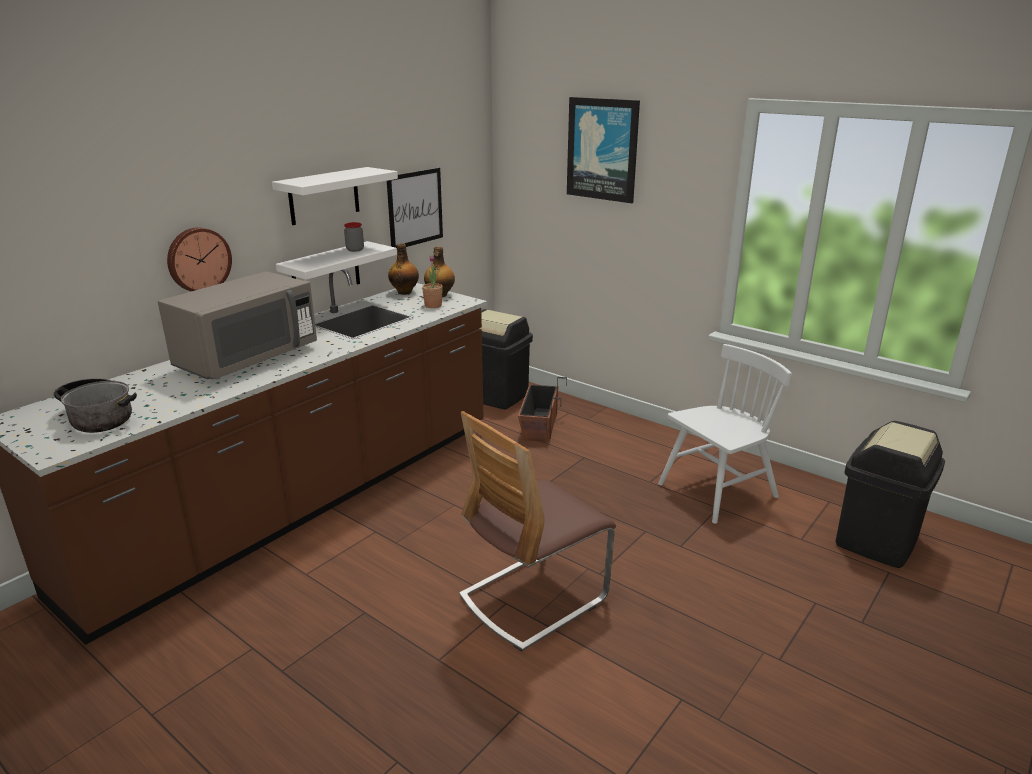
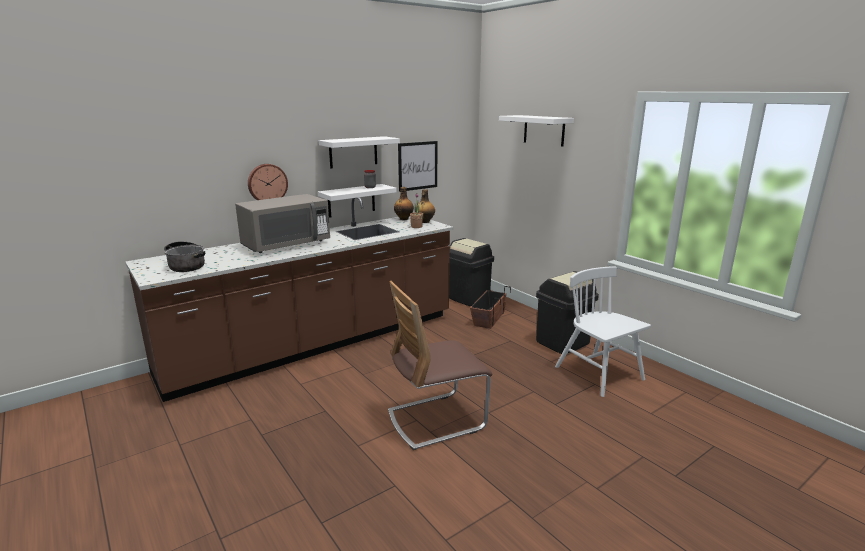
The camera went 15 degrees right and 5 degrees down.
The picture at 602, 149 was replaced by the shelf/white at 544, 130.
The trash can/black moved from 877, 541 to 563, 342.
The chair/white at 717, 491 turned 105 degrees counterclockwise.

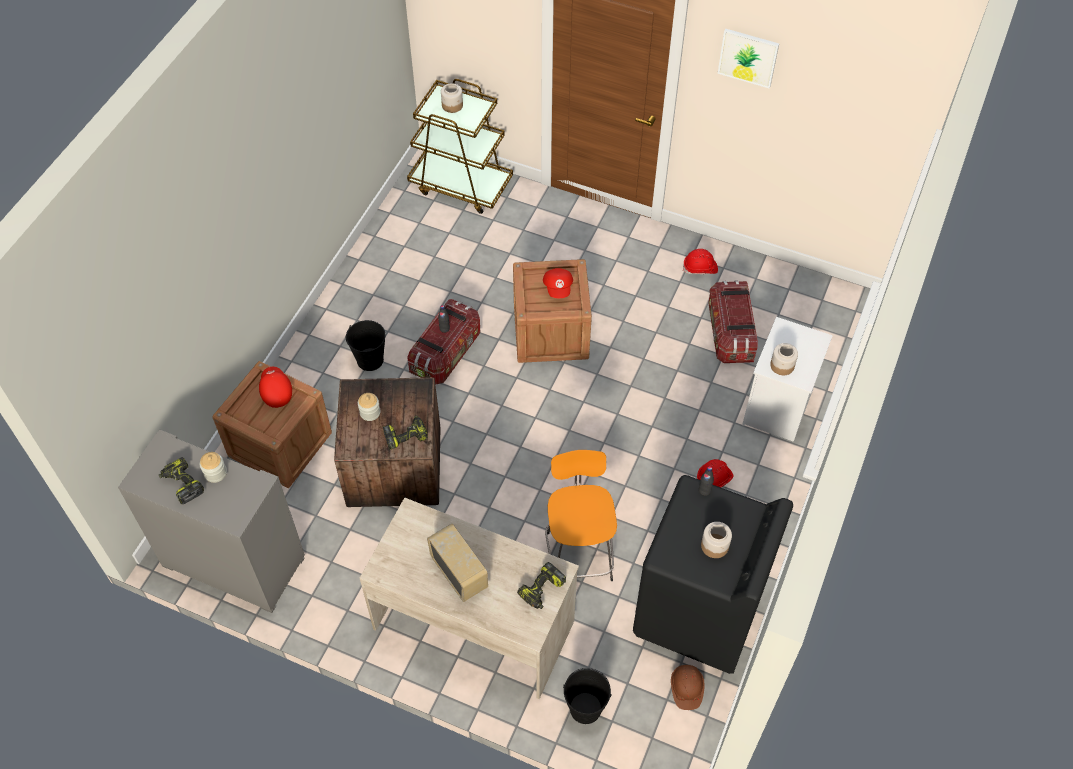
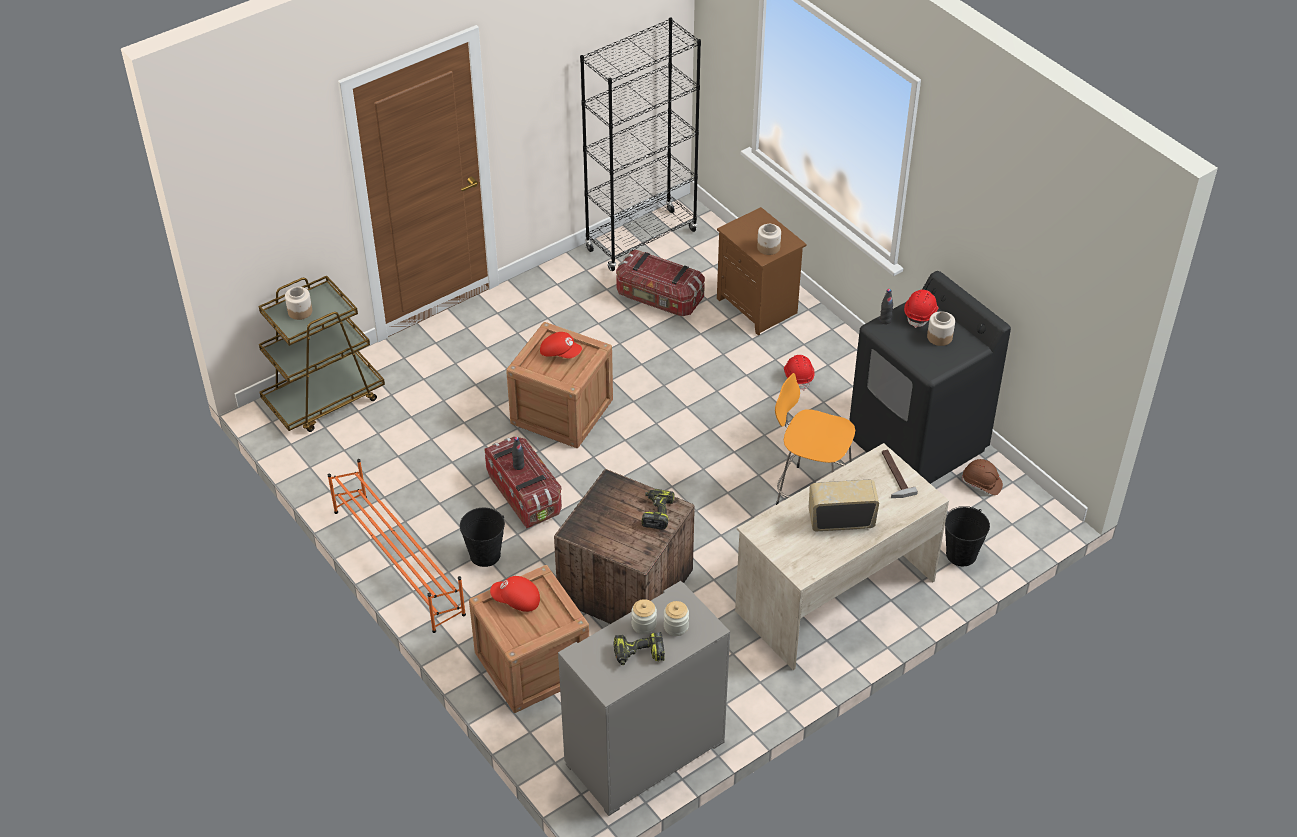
The camera went 60 degrees left and 10 degrees down.
The shoe rack/orange at 398, 561 appeared.
The bookcase/black at 641, 240 appeared.
The jar moved from 370, 412 to 676, 626.
The nightstand/white at 778, 409 became the nightstand/brown at 759, 306.
The power drill at 542, 590 was replaced by the hammer at 892, 475.
The hard hat/red moved from 700, 268 to 921, 314.
The picture at 748, 57 disappeared.

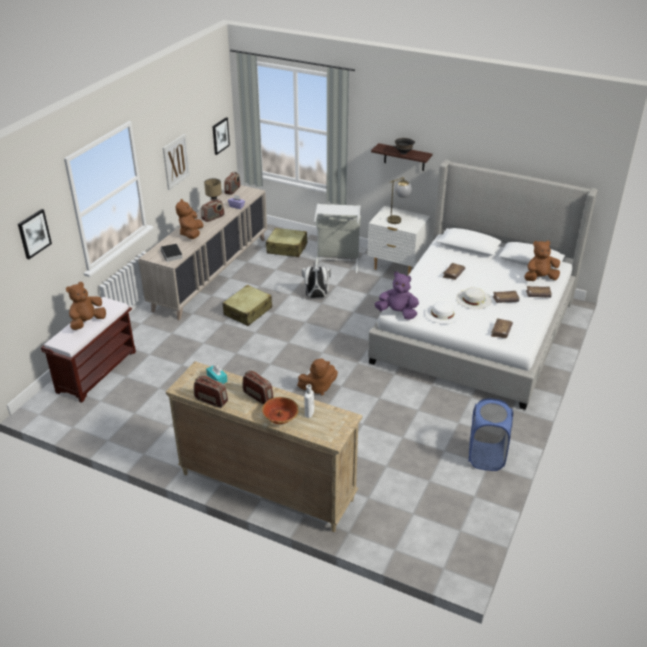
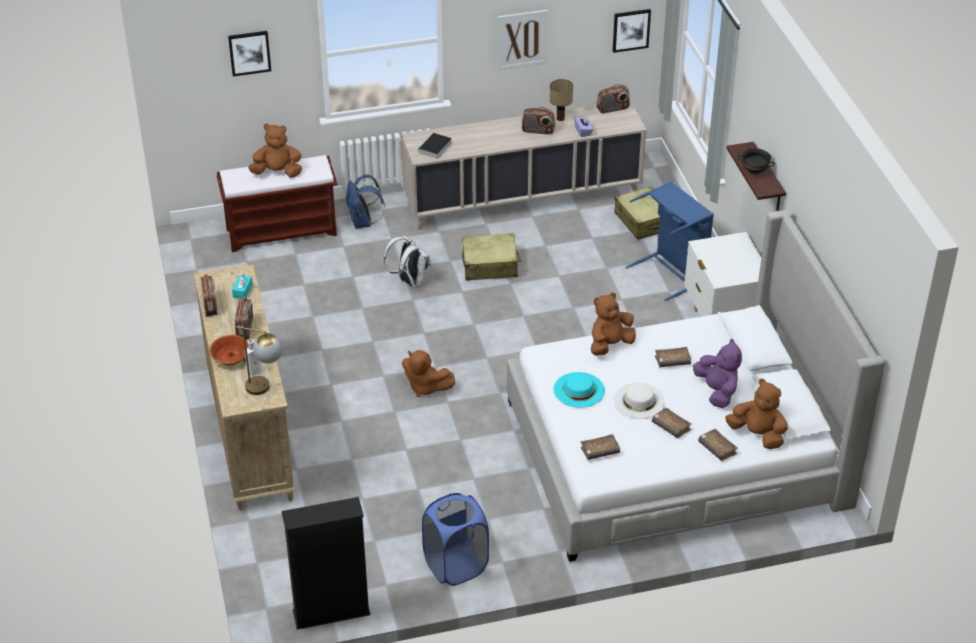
The camera went 50 degrees right and 5 degrees up.
The table lamp moved from 398, 219 to 266, 388.
The bookcase/black at 331, 613 appeared.
The backpack/blue at 363, 222 appeared.
The backpack/white moved from 316, 296 to 410, 281.
The hat/white at 442, 313 became the hat/turquoise at 579, 389.
The plush toy/brown moved from 191, 234 to 610, 345.
The laundry basket/grey at 337, 261 became the laundry basket/blue at 672, 272.
The plush toy/purple moved from 397, 313 to 717, 391.

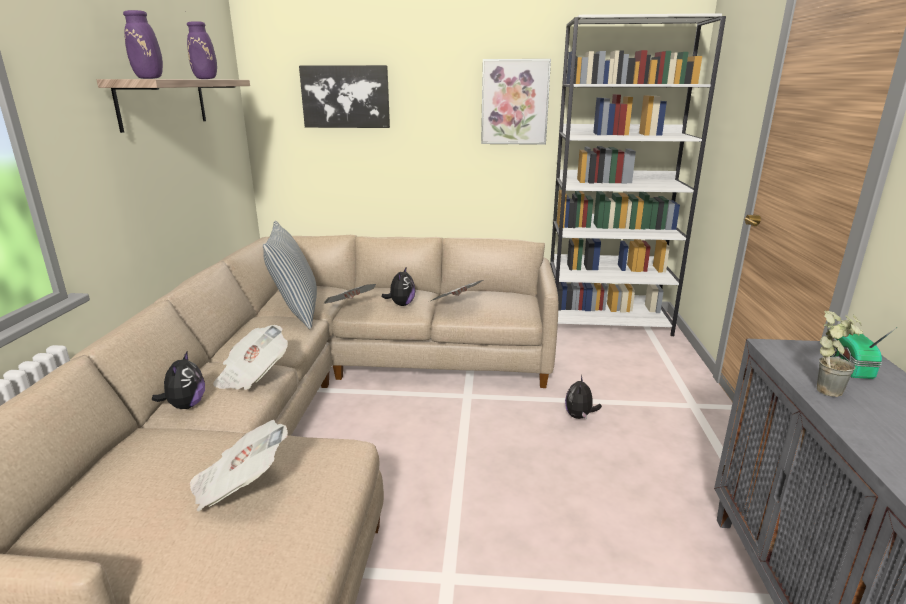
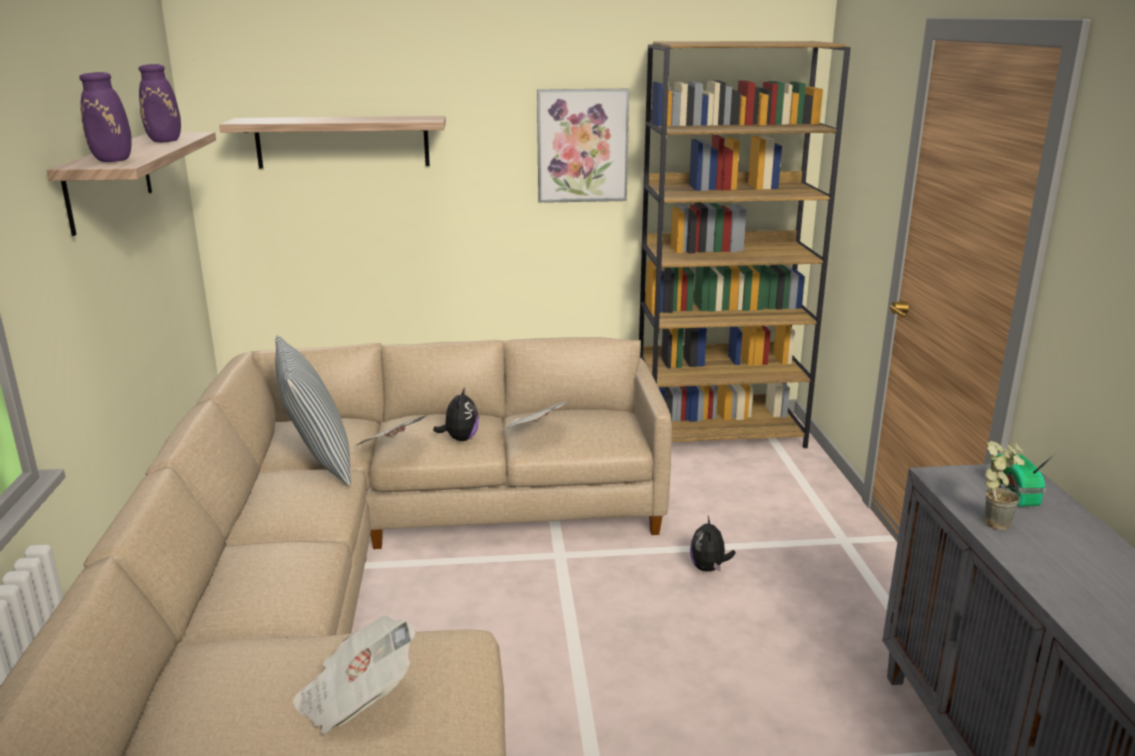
The camera went 10 degrees left and 0 degrees up.
The picture at 345, 97 was replaced by the shelf at 342, 142.
The bookcase/white at 607, 321 became the bookcase/brown at 720, 433.
The plush toy at 185, 405 disappeared.
The newspaper at 252, 375 disappeared.

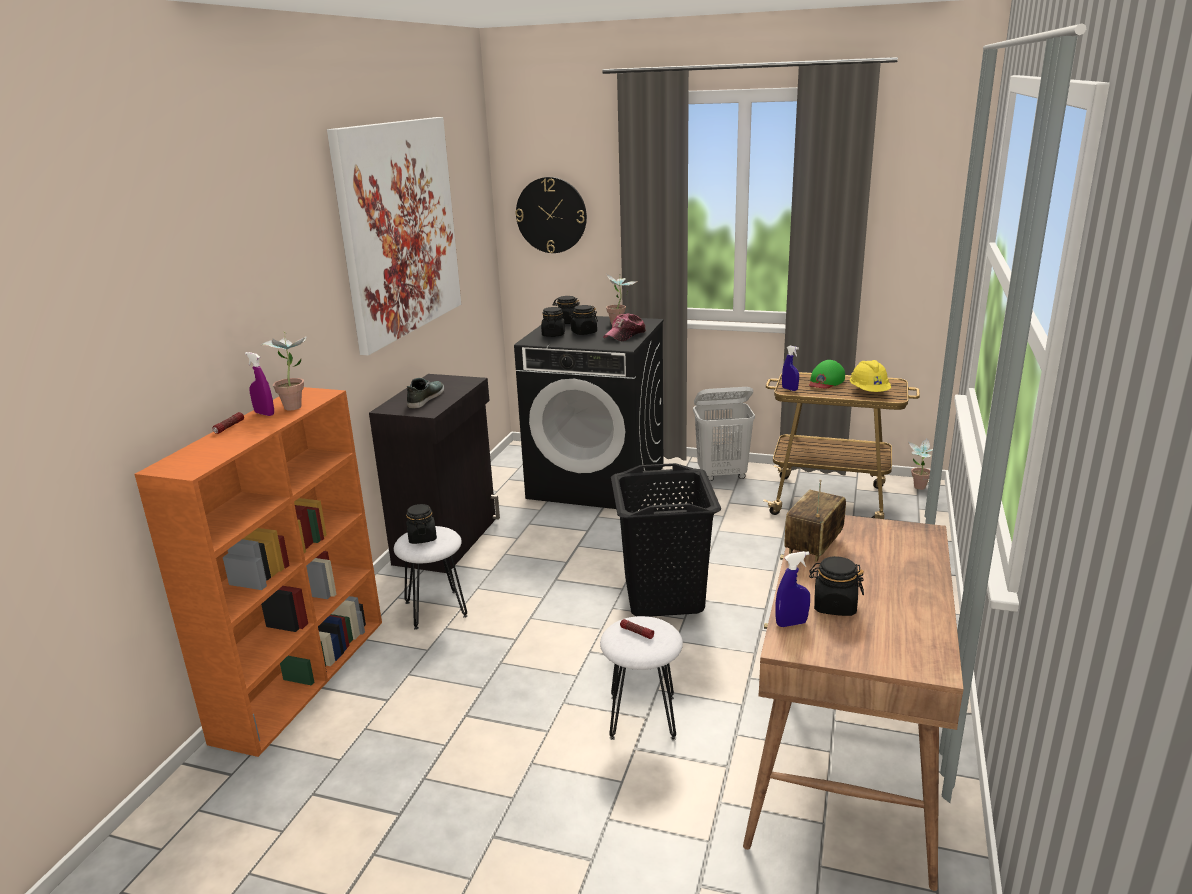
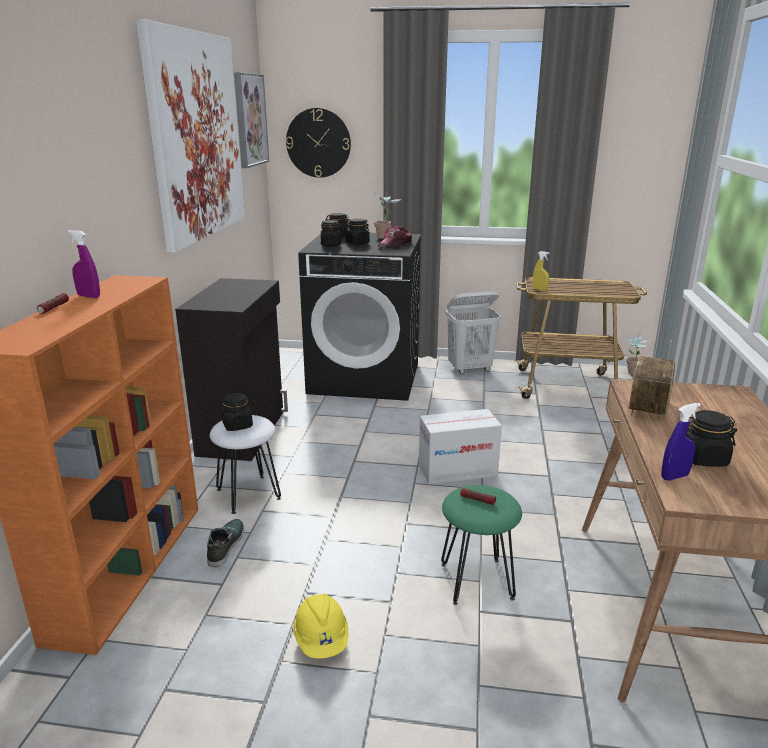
The camera went 10 degrees left and 0 degrees up.
The shoe moved from 425, 398 to 225, 545.
The picture at 250, 120 appeared.
The hard hat/yellow moved from 869, 392 to 321, 640.
The laundry basket/black at 664, 596 was replaced by the cardboard box at 457, 470.
The stool/white at 642, 716 became the stool/green at 476, 580.
The spray bottle/blue at 789, 389 became the spray bottle/yellow at 539, 289.
The potted plant at 296, 405 disappeared.
The cap/green at 825, 381 disappeared.

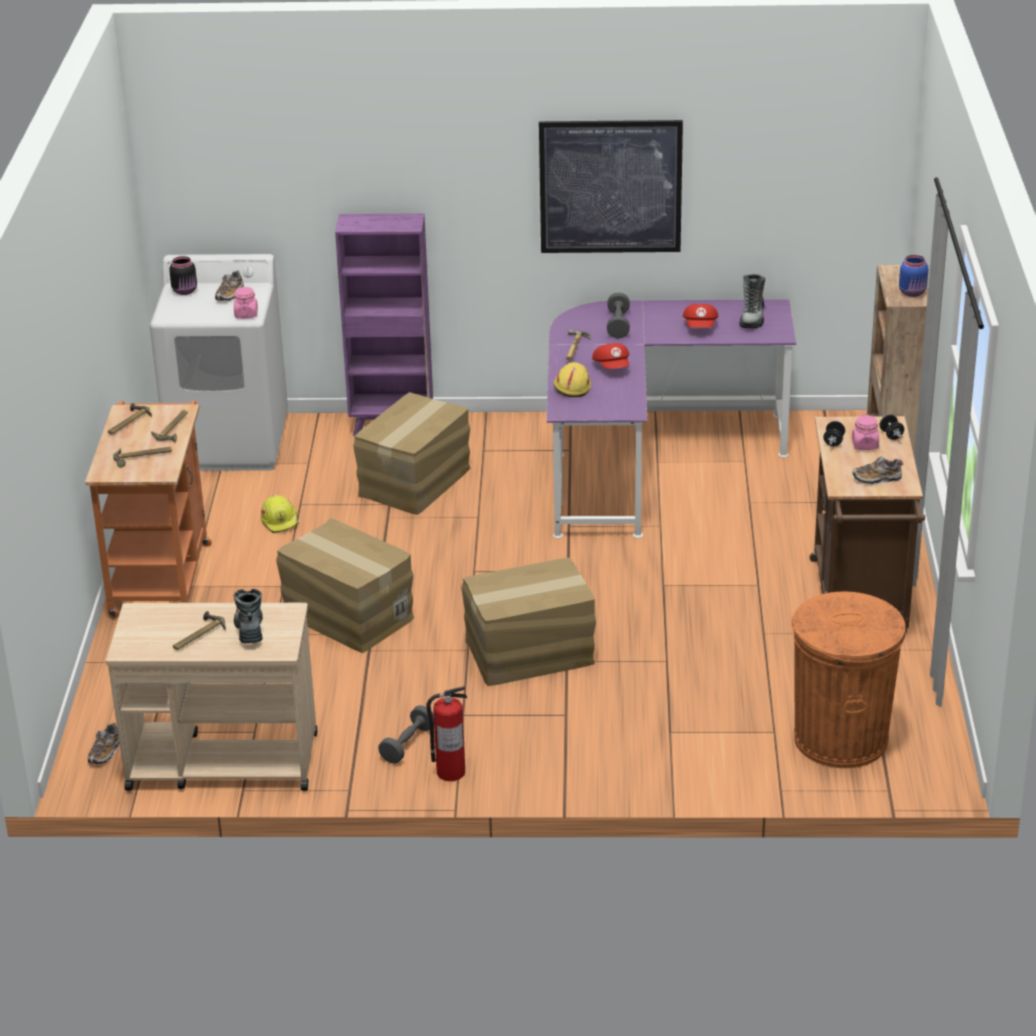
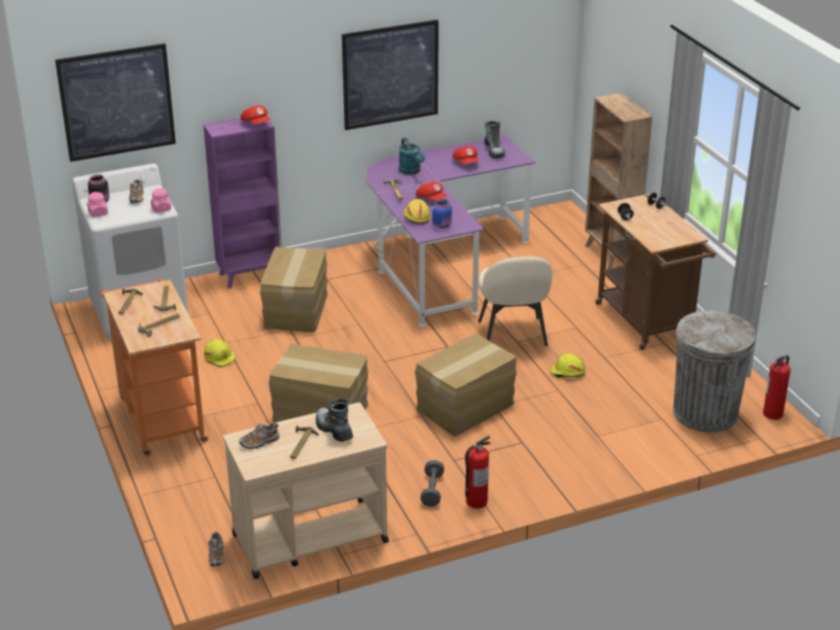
The camera went 25 degrees left and 0 degrees up.
The picture at 117, 102 appeared.
The jar/pink moved from 865, 445 to 98, 213.
The shoe moved from 877, 479 to 259, 442.
The cap/red at 256, 123 appeared.
The dumbbell/grey at 618, 325 was replaced by the watering can/turquoise at 411, 171.
The jar/blue moved from 913, 293 to 442, 225.
The chair/beige at 512, 334 appeared.
The hard hat/yellow at 567, 373 appeared.
The trash can/orange at 841, 739 became the trash can/grey at 705, 413.
The fire extinguisher at 773, 413 appeared.

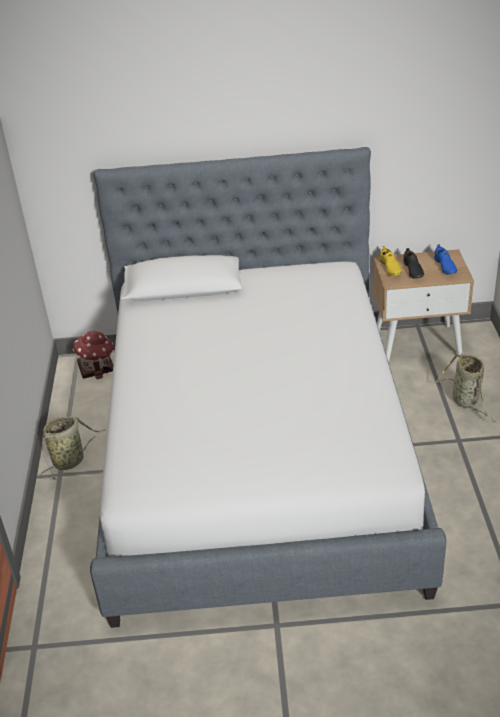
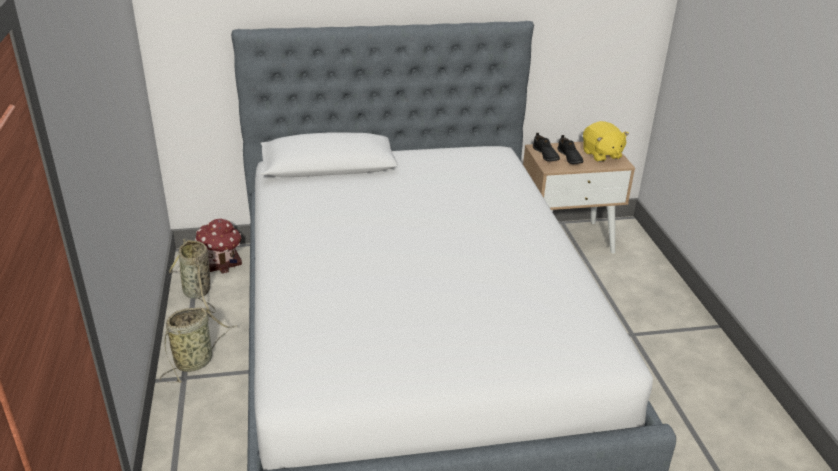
The camera went 10 degrees left and 5 degrees down.
The basket moved from 466, 401 to 198, 293.
The shoe/yellow at 390, 268 became the shoe/black at 545, 155.
The shoe/blue at 444, 266 was replaced by the plush toy/yellow at 601, 155.

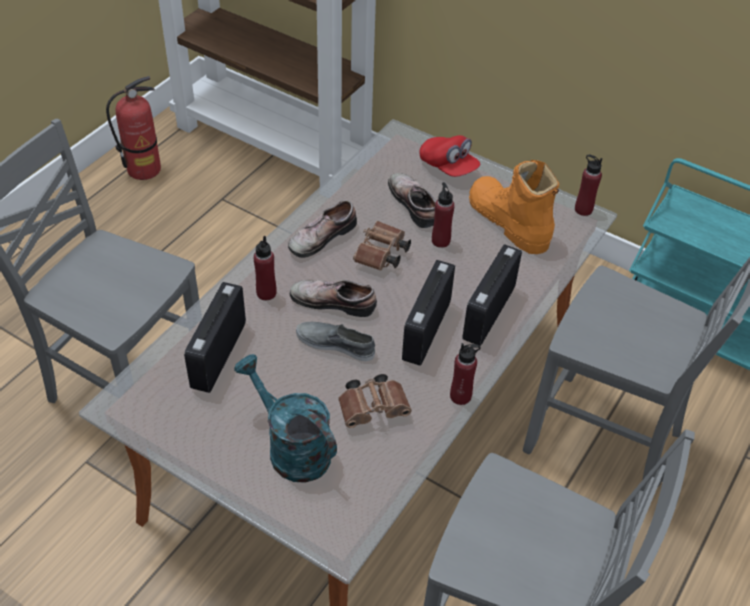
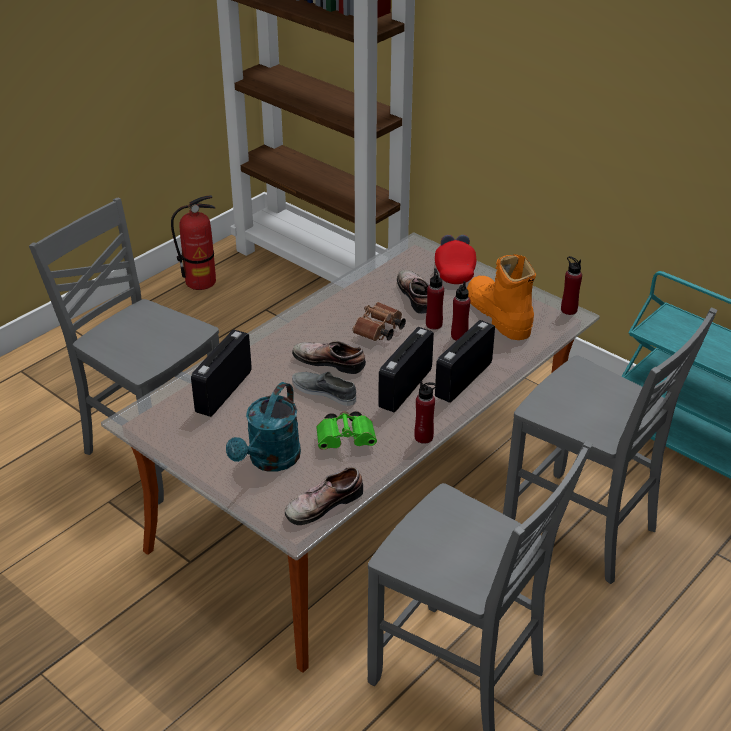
The camera went 10 degrees right and 10 degrees down.
The watering can/turquoise at 291, 448 turned 120 degrees counterclockwise.
The shoe moved from 320, 236 to 322, 503.
The binoculars/brown at 375, 409 became the binoculars/green at 347, 440.
The cap/red at 448, 167 turned 150 degrees counterclockwise.
The bottle/red moved from 266, 293 to 459, 336.

